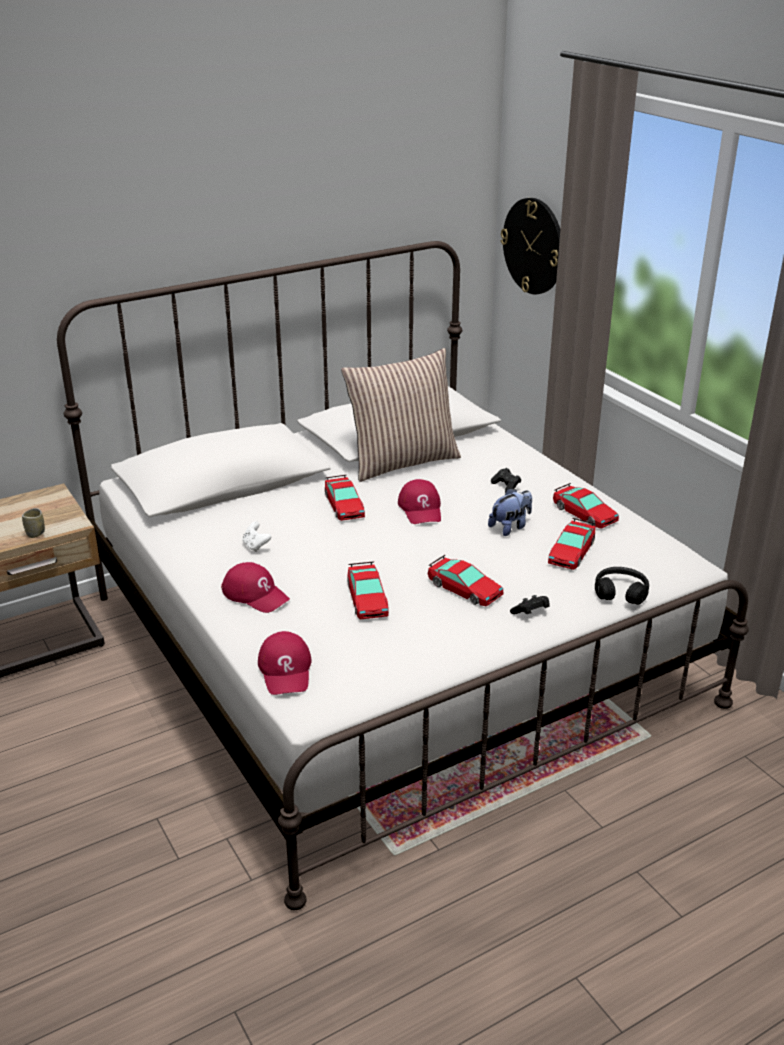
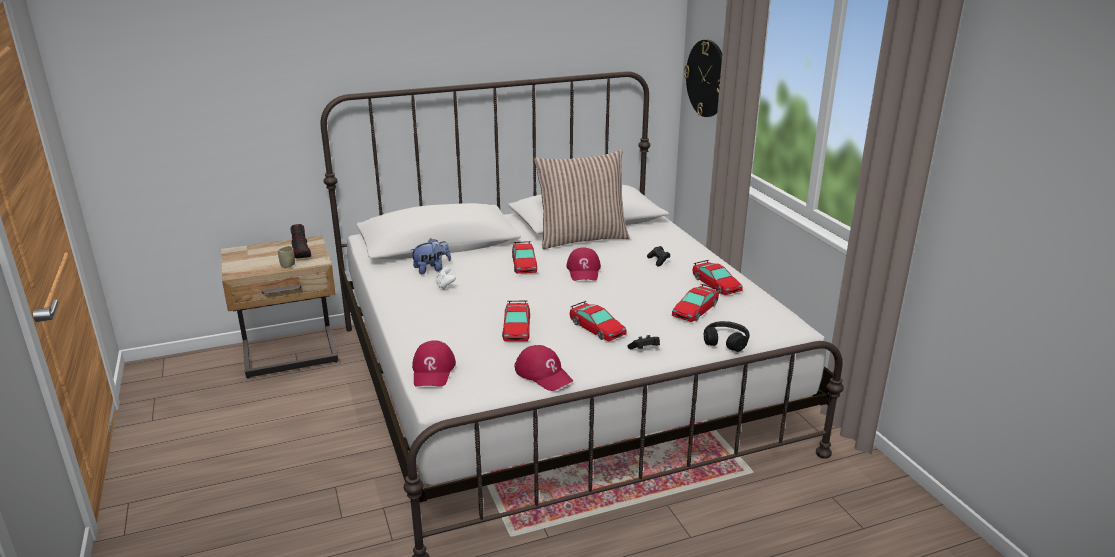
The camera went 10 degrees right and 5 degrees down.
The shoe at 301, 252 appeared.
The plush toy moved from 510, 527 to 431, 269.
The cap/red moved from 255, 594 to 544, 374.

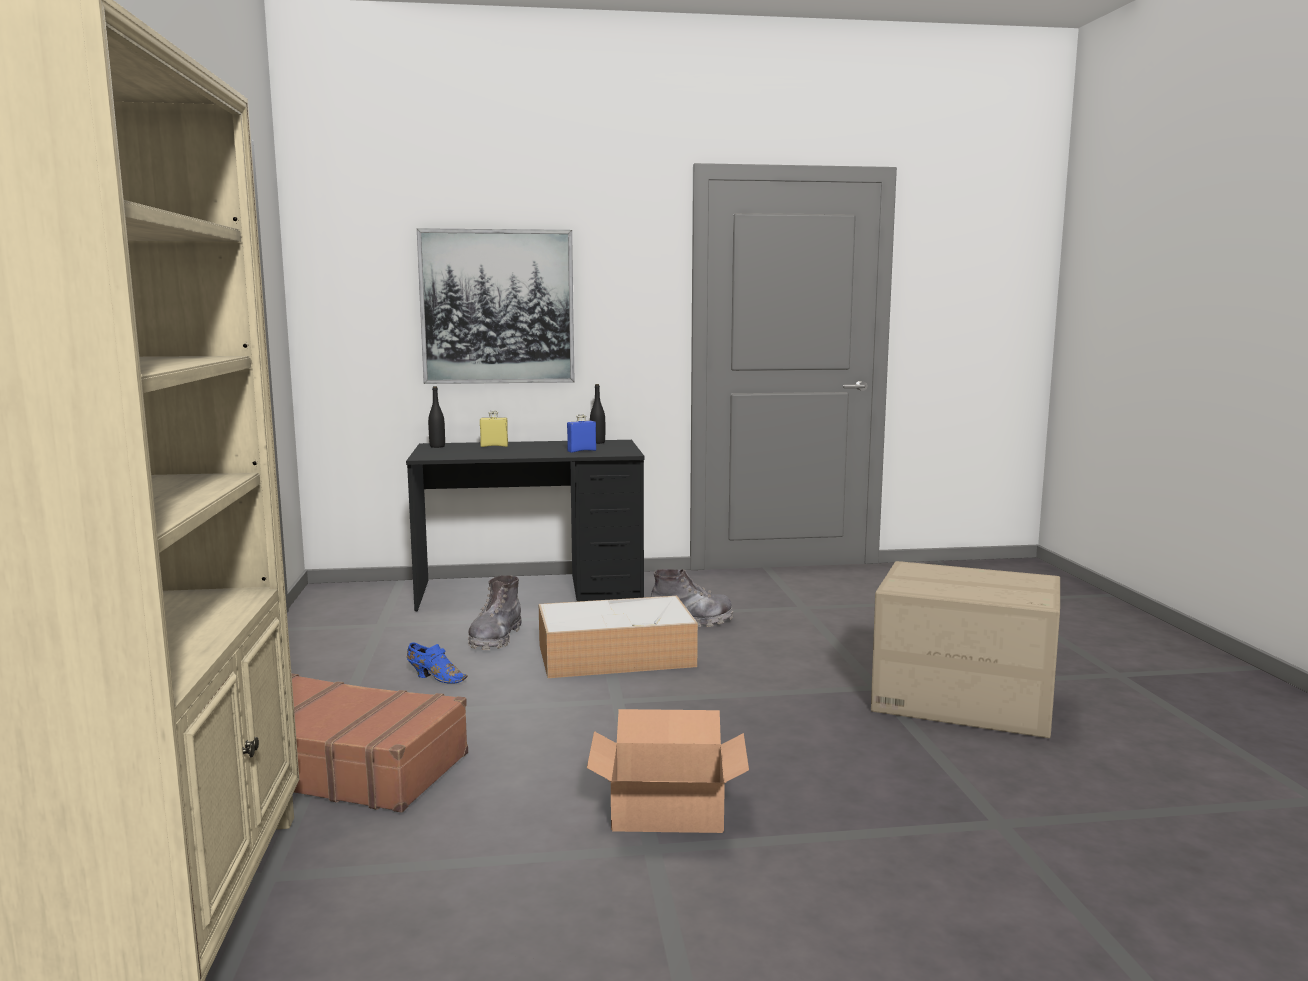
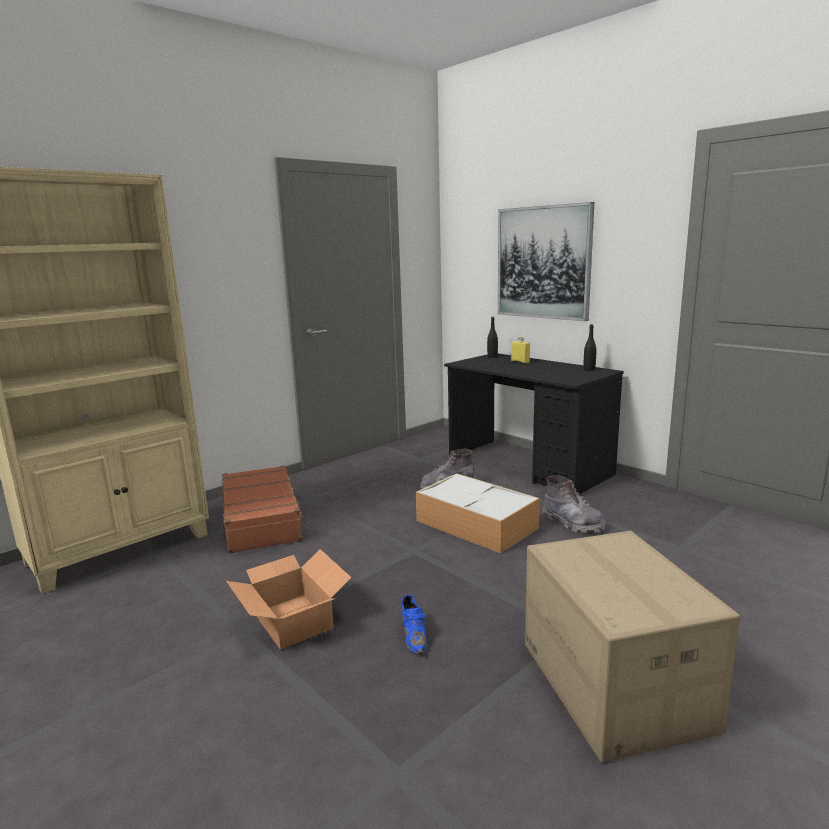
The camera went 55 degrees right and 5 degrees up.
The shoe/blue moved from 435, 678 to 414, 636.
The bottle/blue at 581, 451 disappeared.

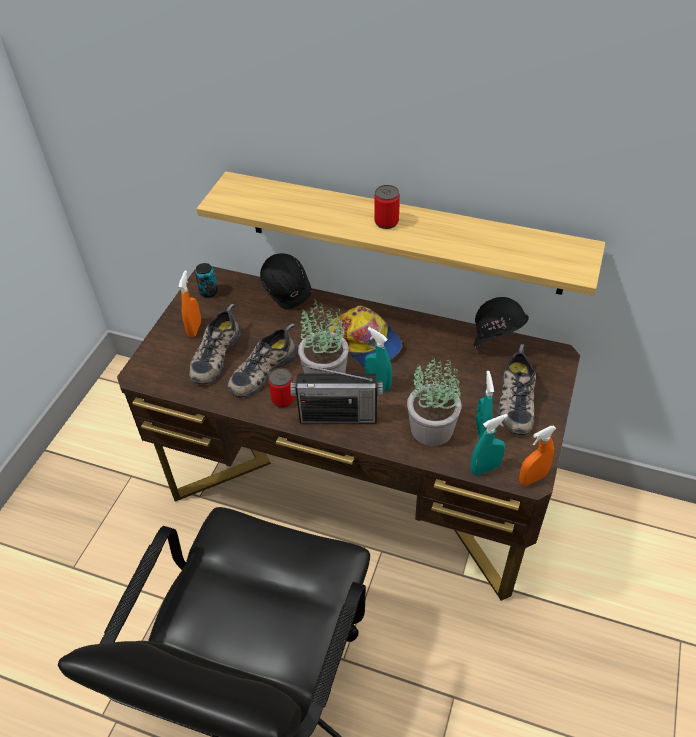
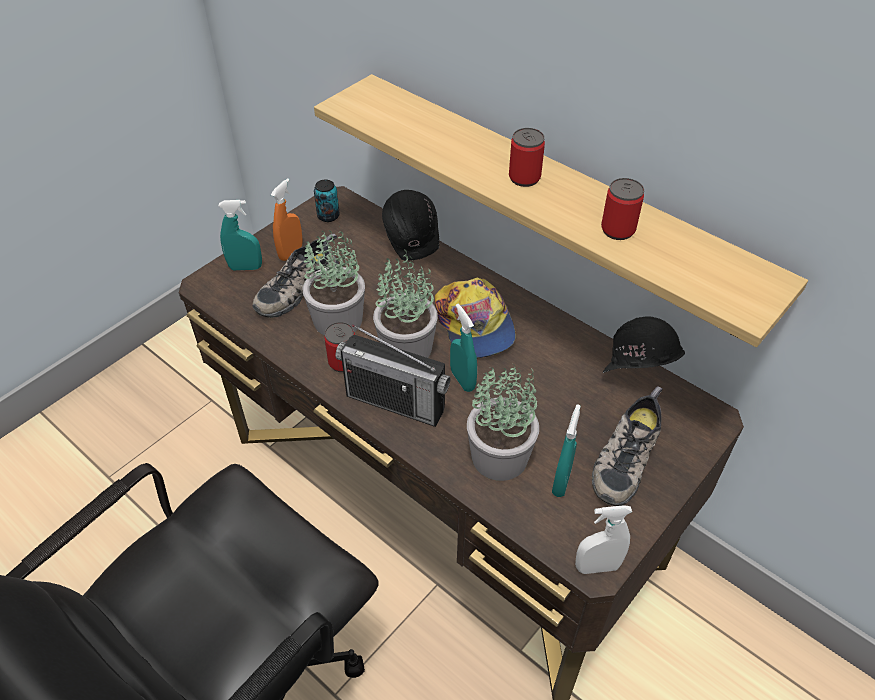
The camera went 20 degrees right and 0 degrees up.
The spray bottle/turquoise moved from 485, 468 to 245, 267.
The shoe at 262, 369 was replaced by the potted plant at 339, 320.
The spray bottle/orange at 532, 478 became the spray bottle/white at 597, 567.
The can at 618, 230 appeared.

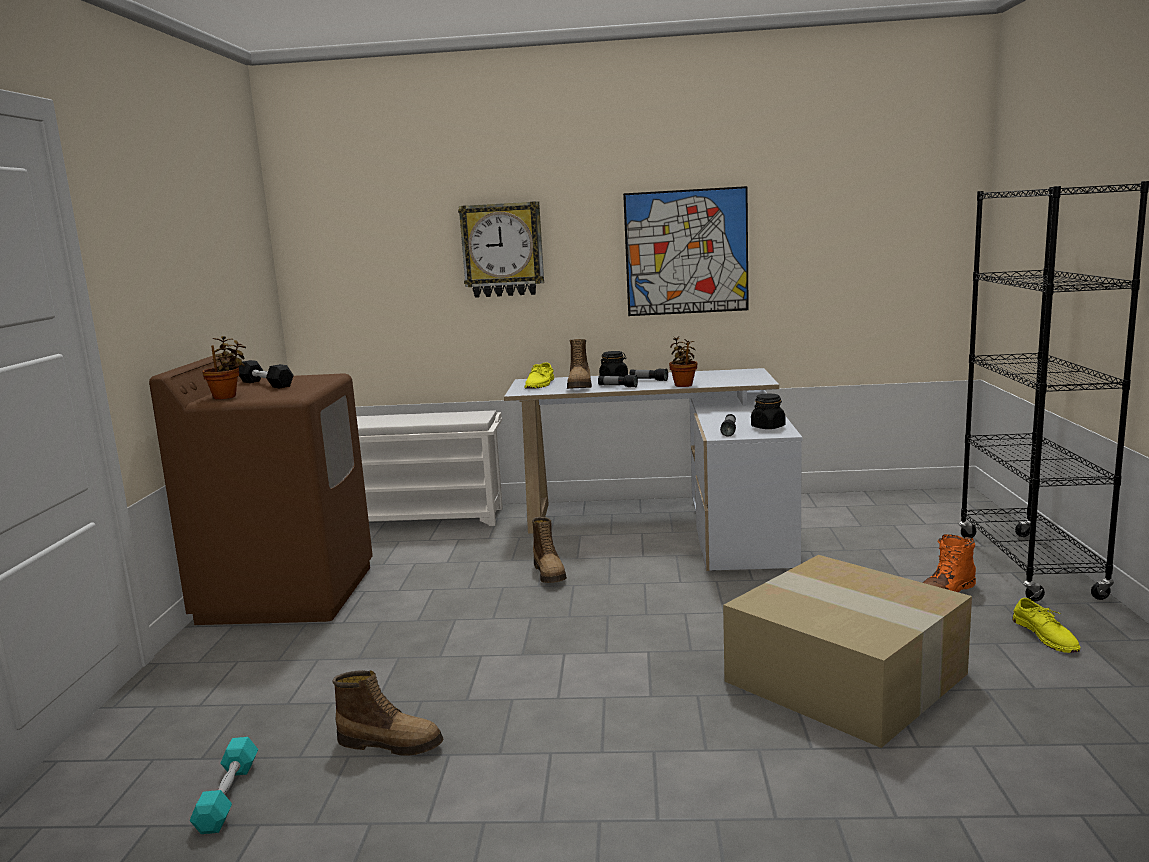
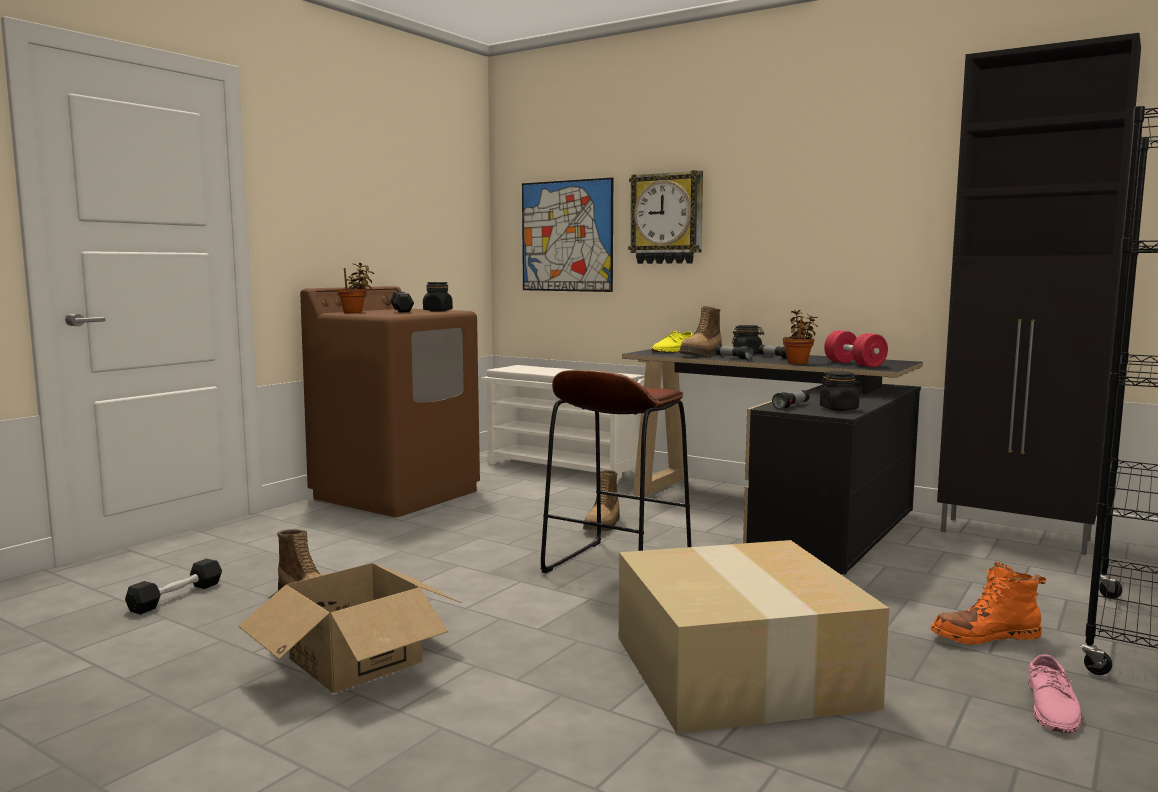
The camera went 30 degrees right and 5 degrees down.
The dumbbell/turquoise at 228, 796 became the dumbbell/black at 176, 597.
The cardboard box at 355, 660 appeared.
The jar/black at 437, 311 appeared.
The picture moved from 686, 252 to 566, 236.
The stool/brown at 616, 566 appeared.
The desk/white at 671, 523 became the desk/black at 776, 514.
The dumbbell/red at 854, 364 appeared.
The cabinet/black at 1016, 536 appeared.
The shoe/yellow at 1046, 635 became the shoe/pink at 1052, 708.

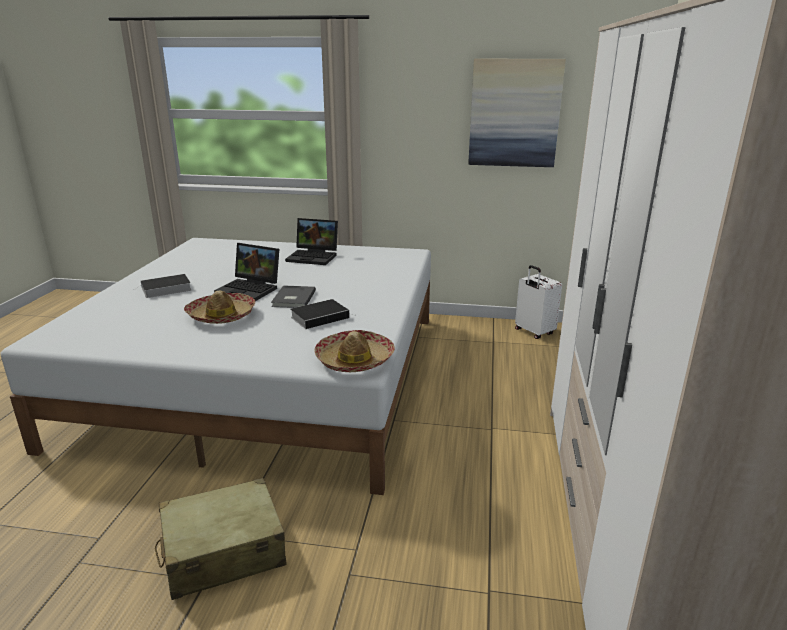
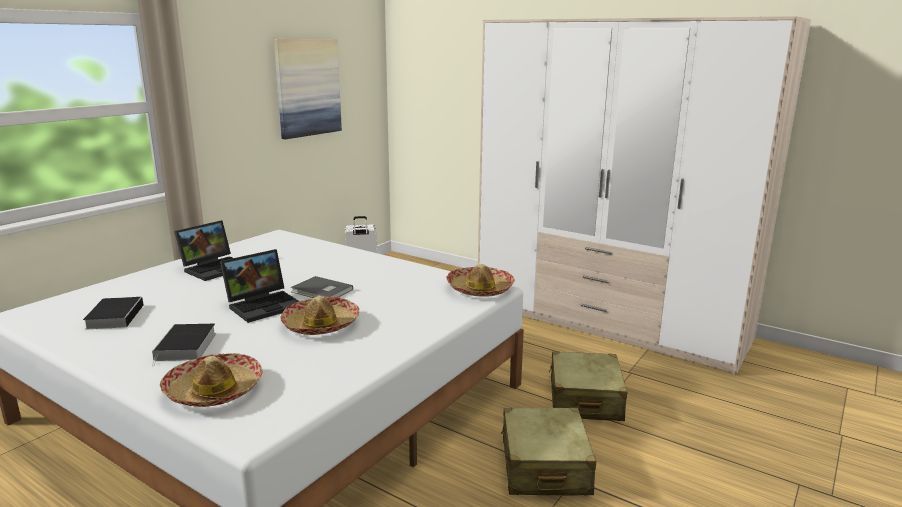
The camera went 65 degrees left and 5 degrees down.
The book moved from 321, 317 to 115, 316.
The hat at 213, 391 appeared.
The suitcase/beige at 584, 399 appeared.

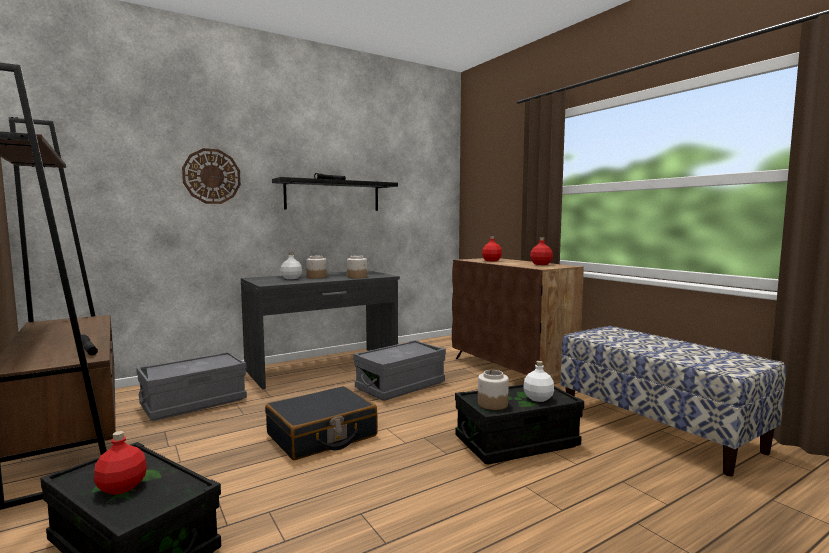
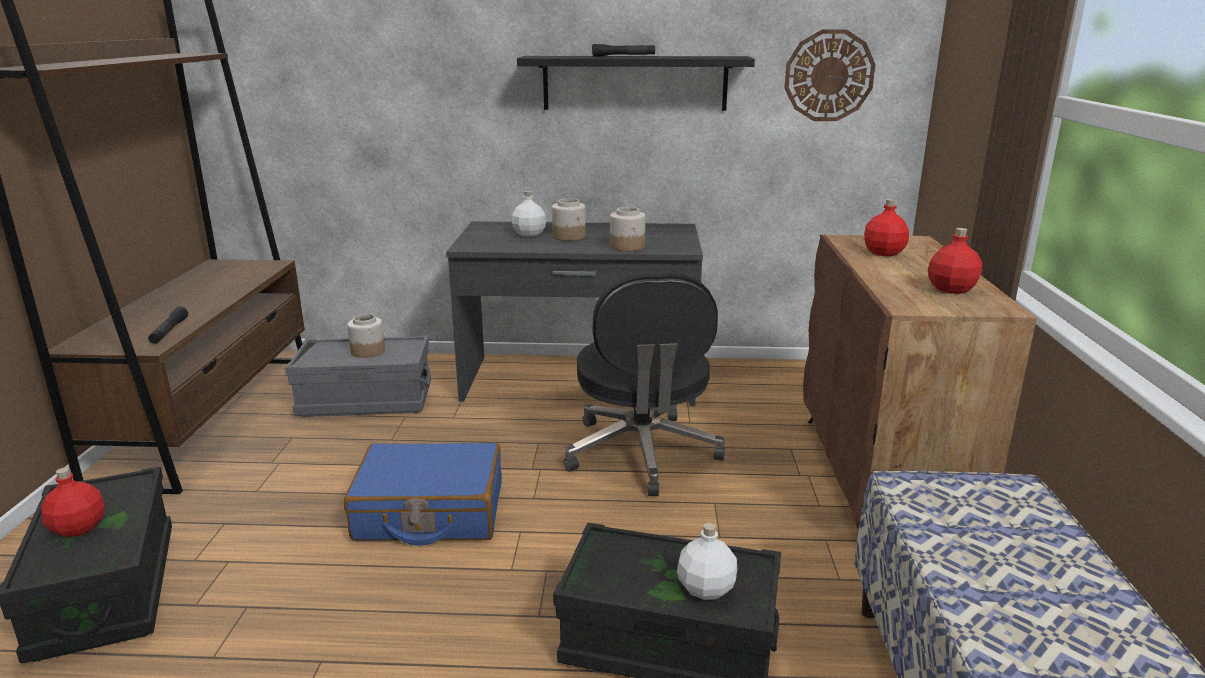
The camera went 35 degrees right and 15 degrees up.
The suitcase/black at 322, 436 became the suitcase/blue at 429, 512.
The jar moved from 492, 404 to 368, 351.
The storage box/grey at 400, 385 was replaced by the office chair/black at 642, 454.
The wall clock moved from 212, 176 to 829, 76.

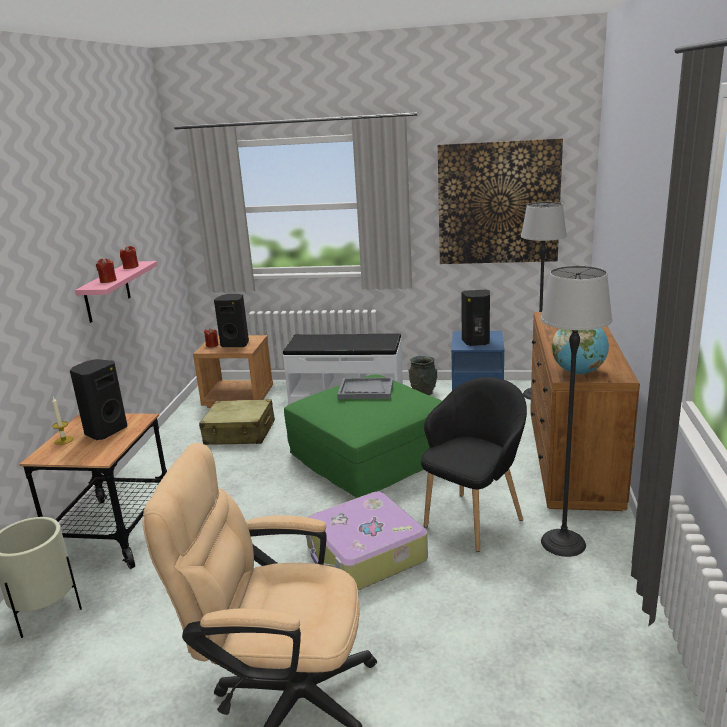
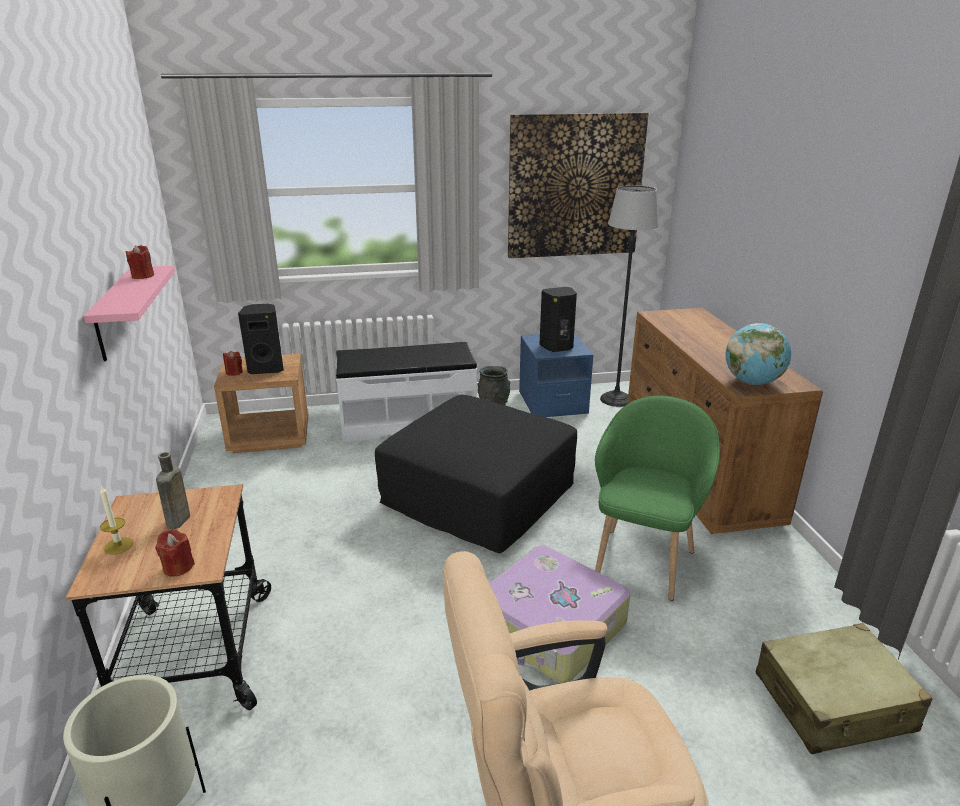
The camera went 20 degrees left and 5 degrees up.
The candle/red moved from 108, 281 to 178, 567.
The speaker/black at 105, 431 was replaced by the bottle/brown at 177, 522.
The ottoman/green at 369, 455 became the ottoman/black at 477, 494.
The armchair/black at 474, 520 became the armchair/green at 643, 560.
The suitcase/beige moved from 240, 433 to 833, 703.
The tray/grey at 365, 390 disappeared.
The floor lamp at 563, 543 disappeared.

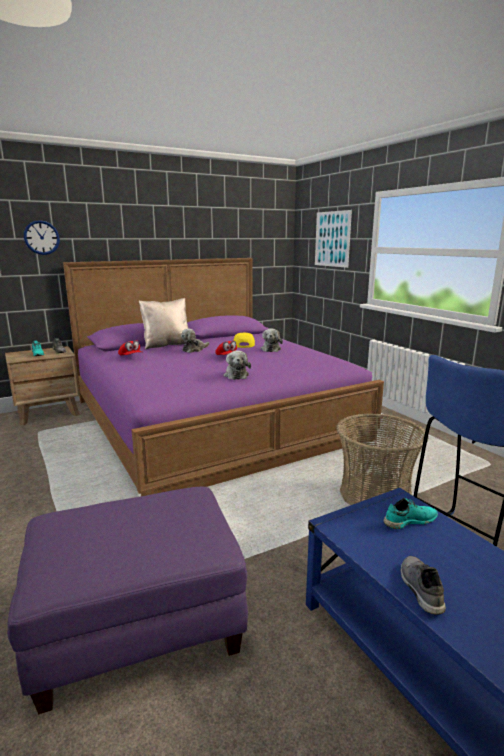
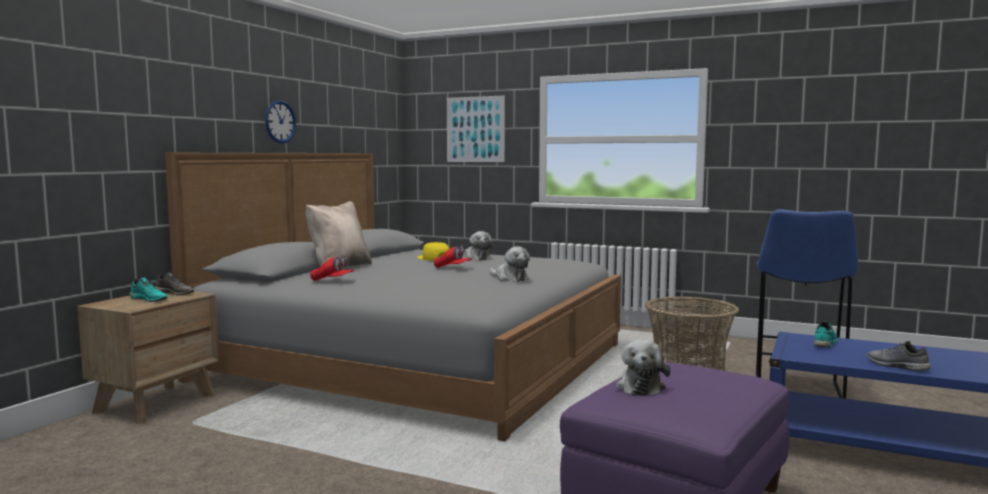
The camera went 35 degrees left and 10 degrees down.
The bed/purple at 213, 418 became the bed/grey at 417, 361.
The wall clock moved from 41, 237 to 280, 121.
The plush toy moved from 194, 349 to 641, 387.

